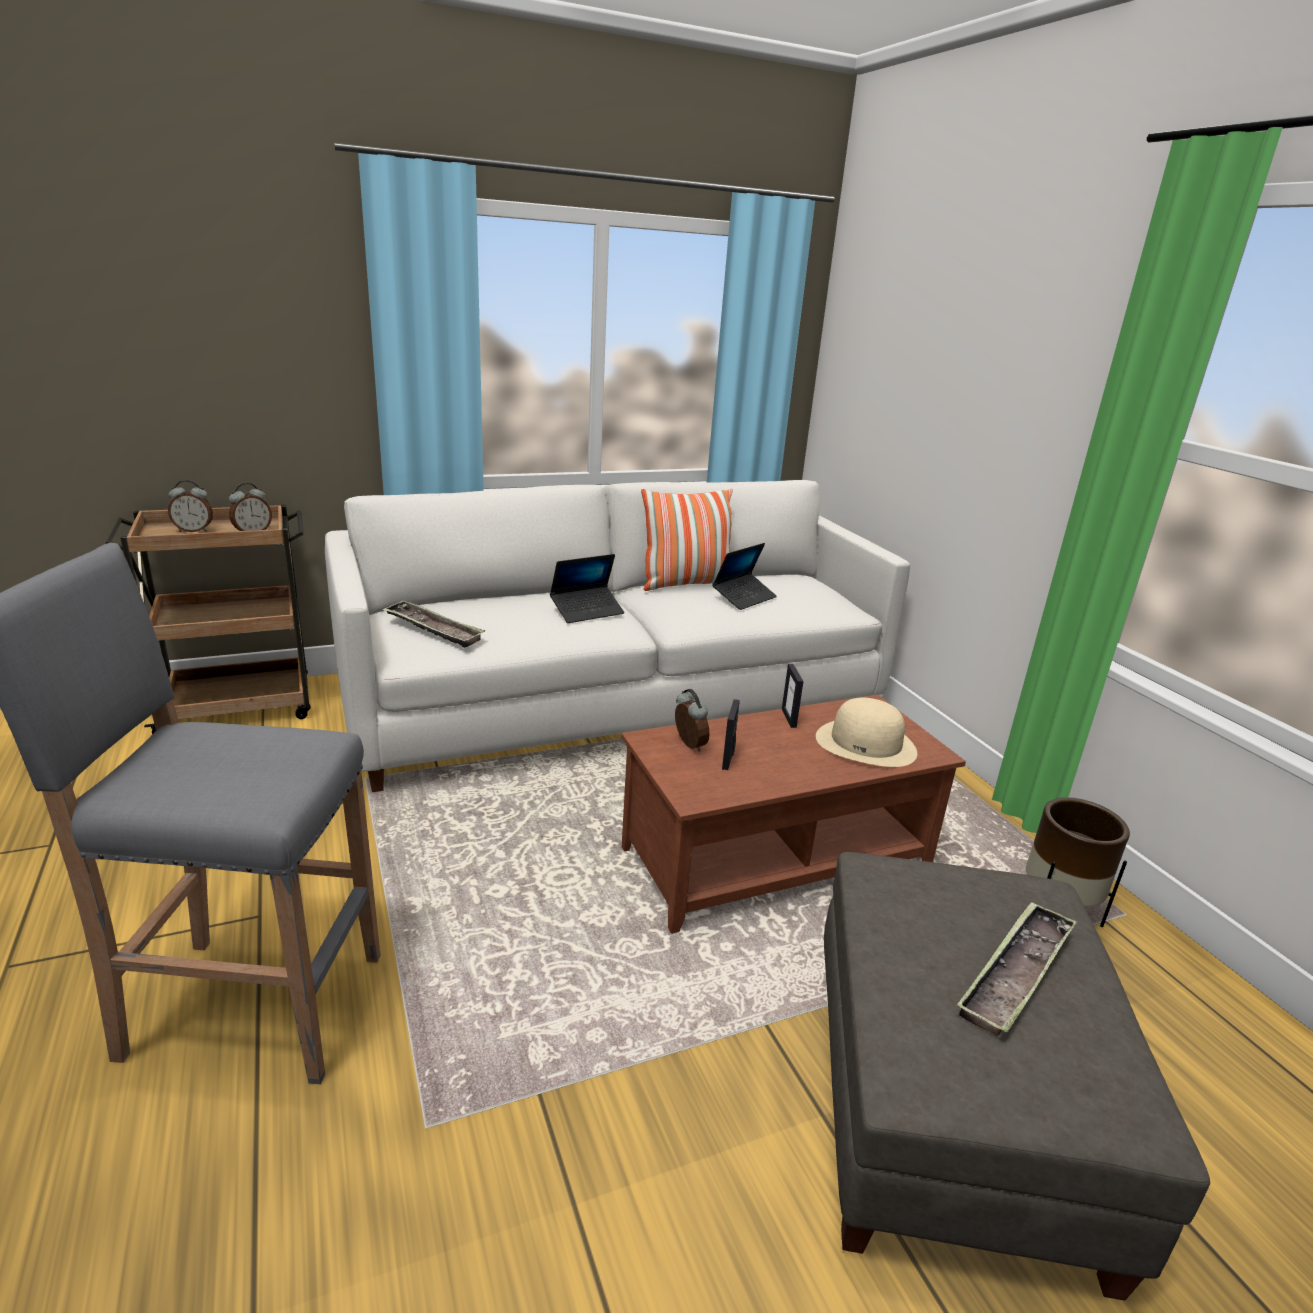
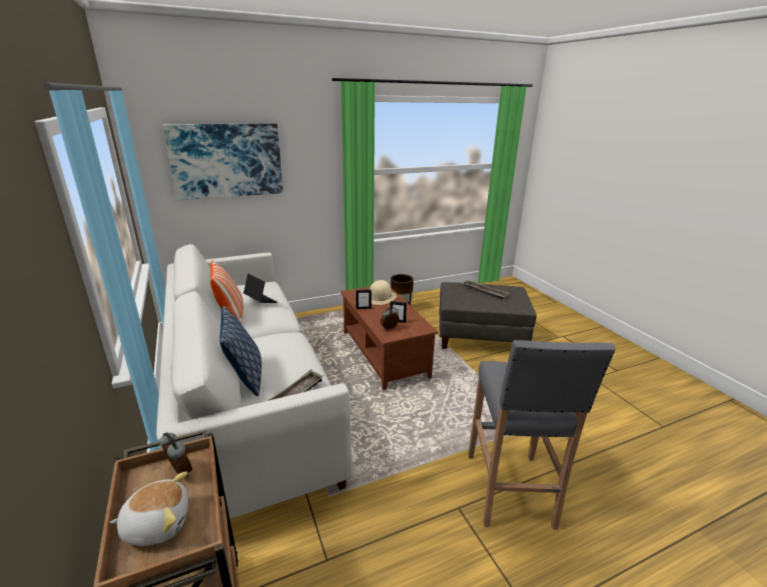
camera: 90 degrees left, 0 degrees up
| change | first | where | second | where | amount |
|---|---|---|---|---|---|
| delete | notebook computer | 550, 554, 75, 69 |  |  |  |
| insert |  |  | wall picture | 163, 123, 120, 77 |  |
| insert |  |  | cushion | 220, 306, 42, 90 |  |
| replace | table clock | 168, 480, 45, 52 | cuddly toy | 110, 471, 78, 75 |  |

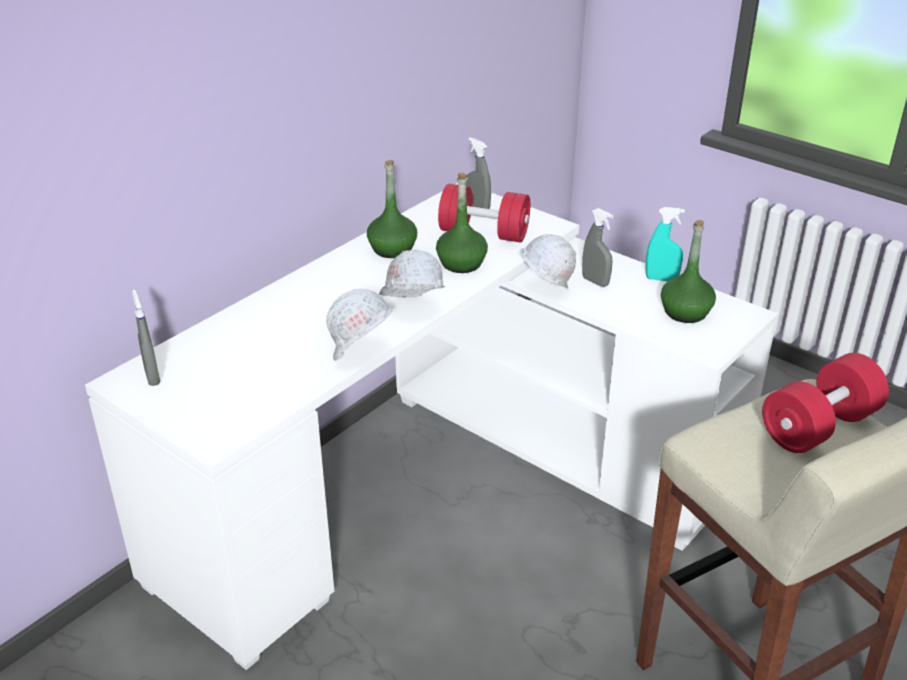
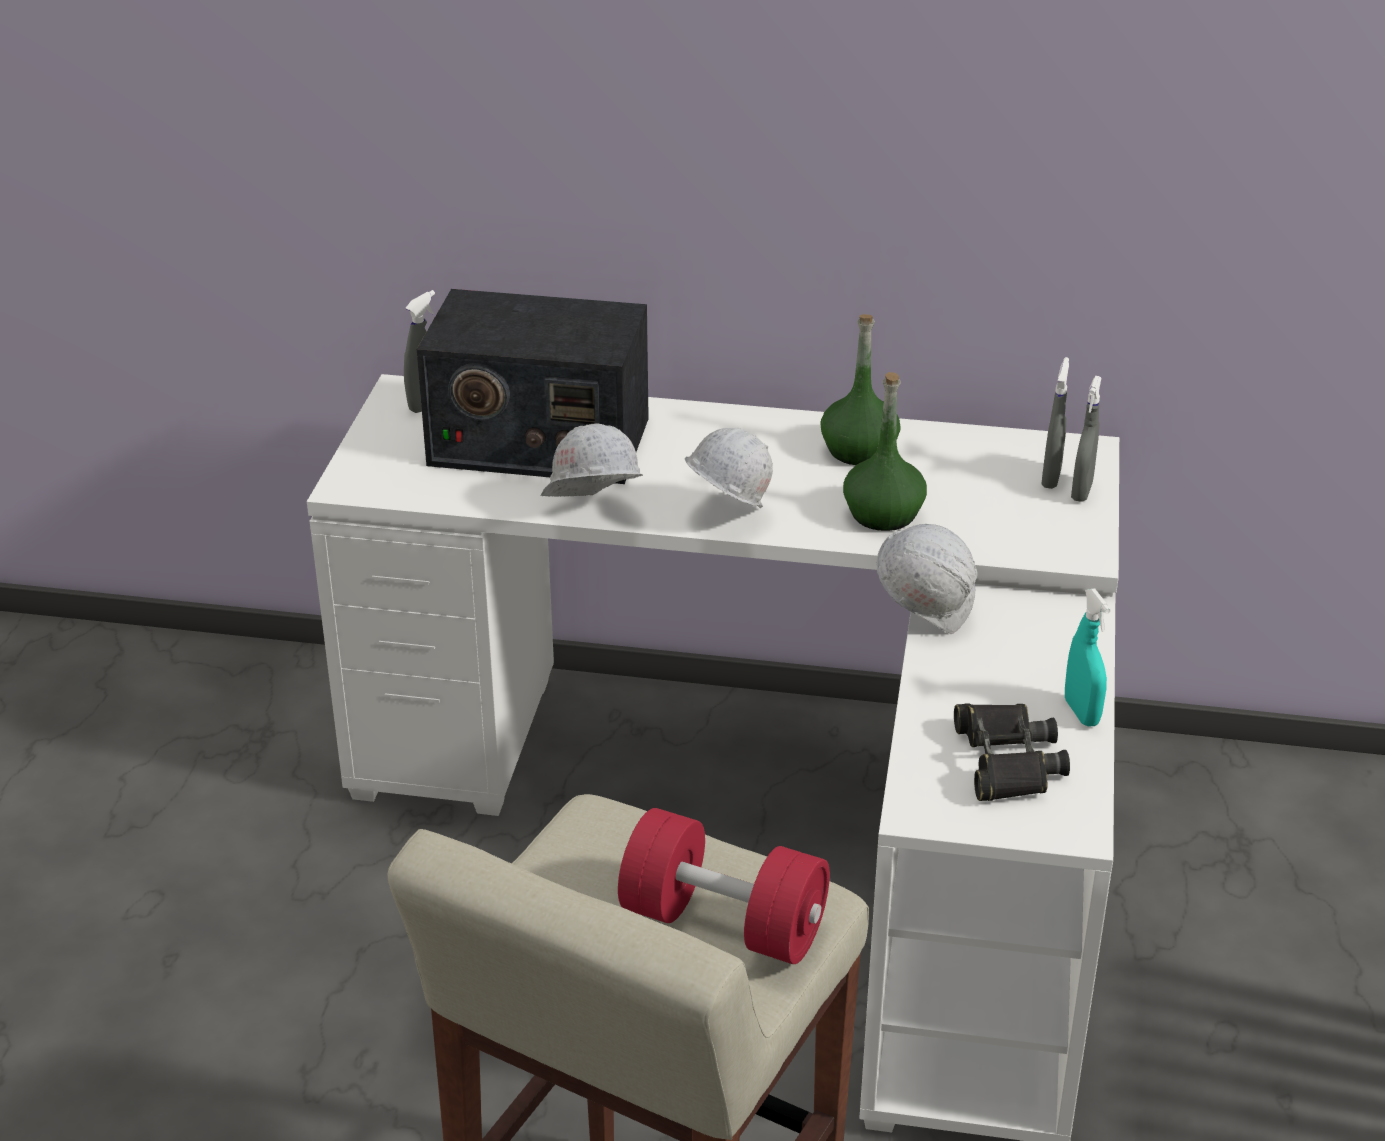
camera: 60 degrees right, 0 degrees up
| change | first | where | second | where | amount |
|---|---|---|---|---|---|
| delete | red-coloured free weight | 438, 184, 92, 59 |  |  |  |
| insert |  |  | radio receiver | 417, 289, 232, 195 |  |
| move | gray sprayer | 582, 208, 31, 79 |  | 1071, 376, 30, 126 |  |
| replace | greenish drink bottle | 661, 220, 55, 103 | black binoculars | 954, 703, 116, 98 |  |

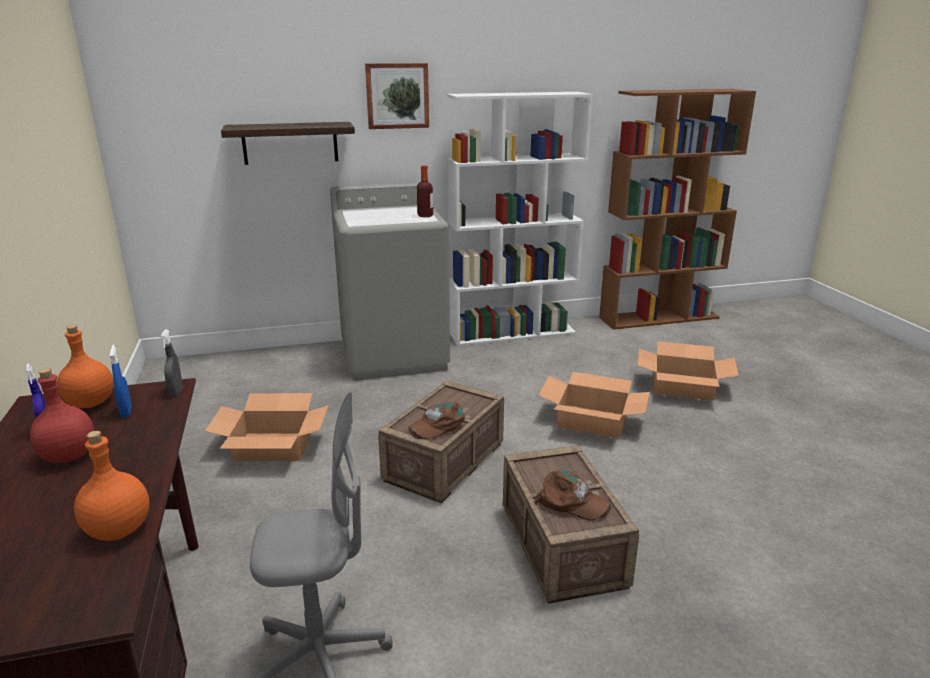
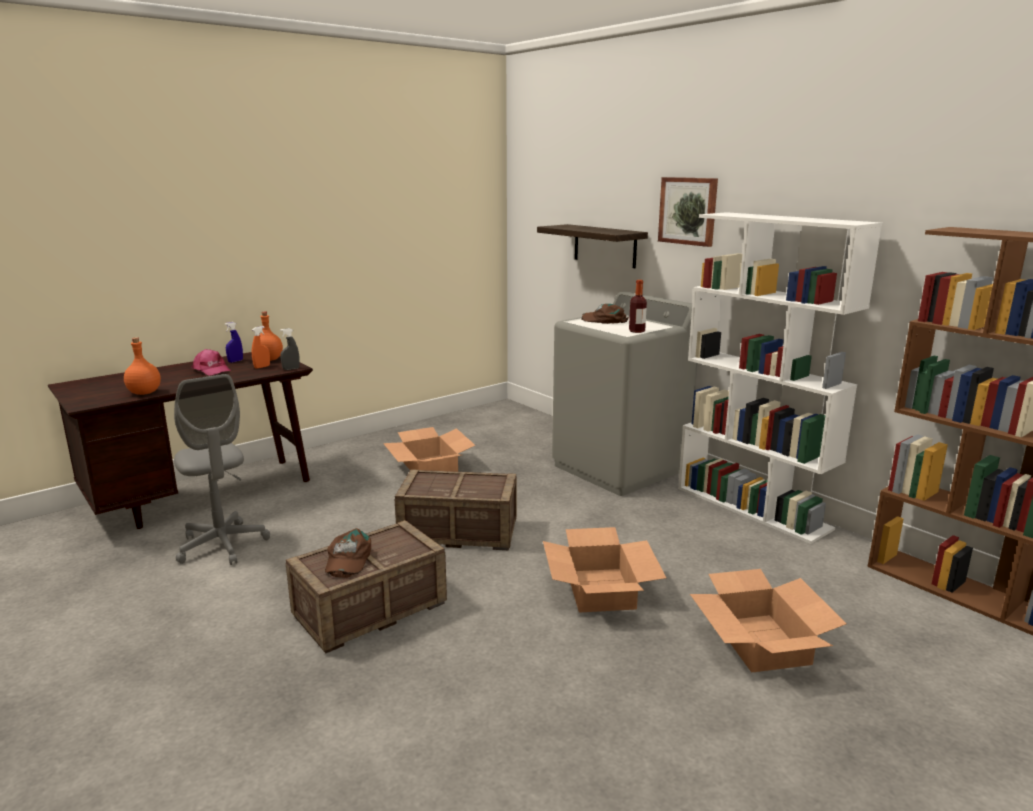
camera: 65 degrees right, 5 degrees down
| change | first | where | second | where | amount |
|---|---|---|---|---|---|
| move | brownish baseball cap | 408, 402, 57, 38 |  | 581, 304, 48, 20 |  |
| replace | red-coloured drink bottle | 30, 368, 64, 95 | pinkish baseball cap | 191, 349, 40, 27 |  |
| recolor | blue-coloured sprayer | 109, 344, 23, 74 | orange-coloured sprayer | 252, 326, 18, 43 |  |

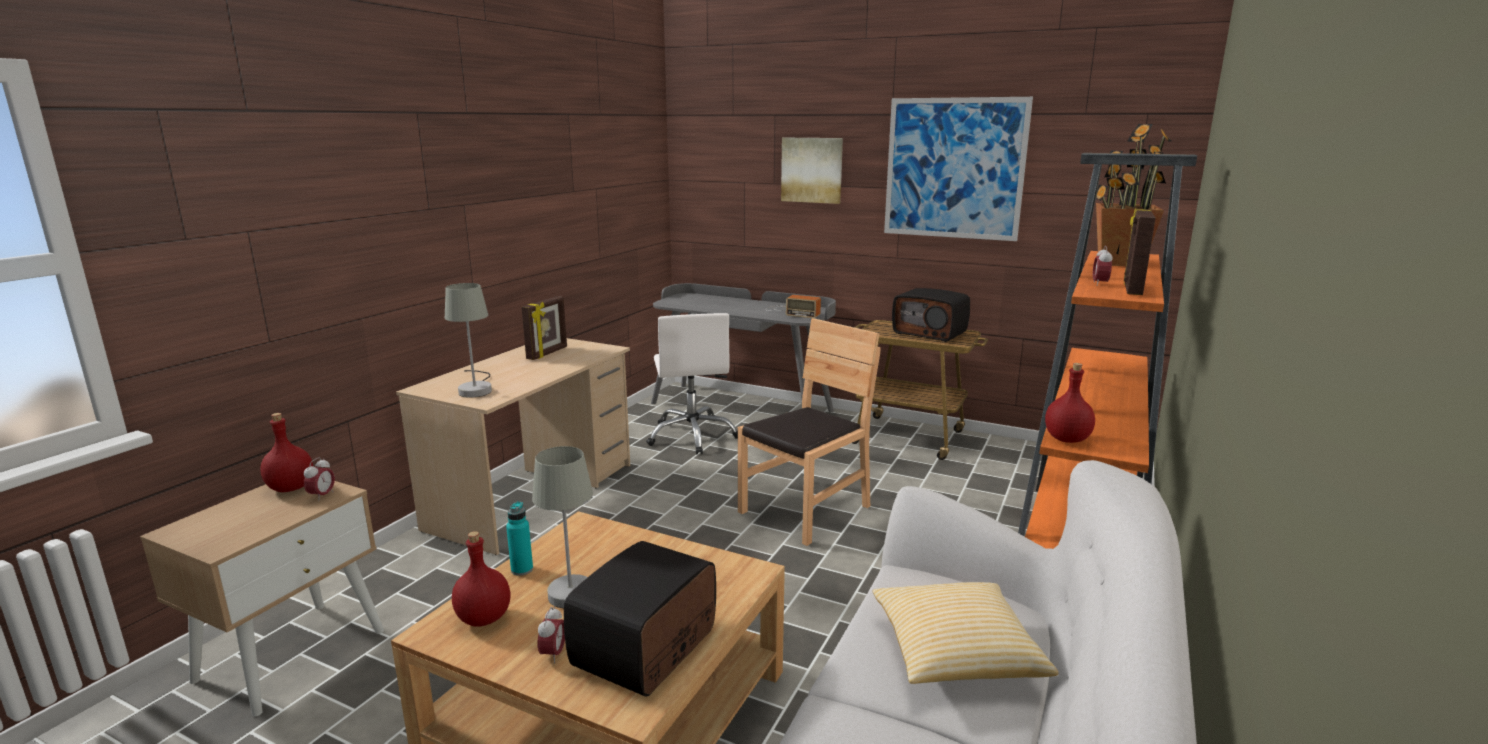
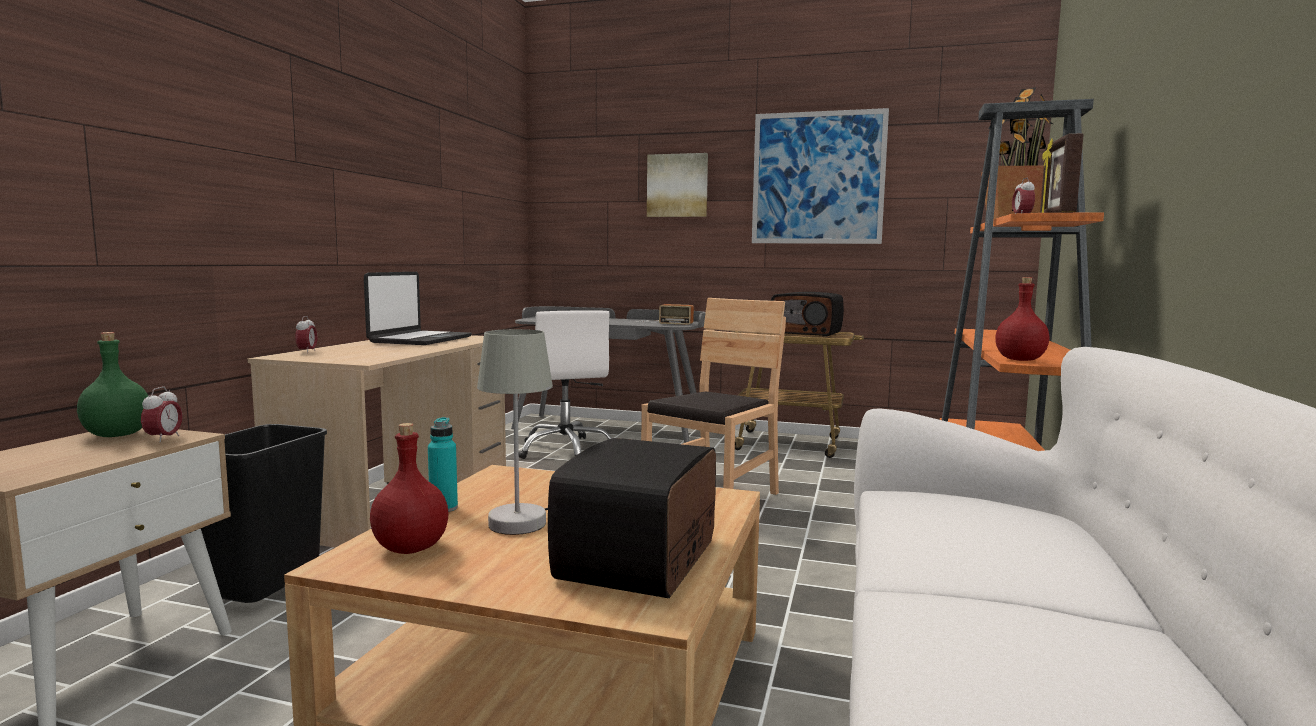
camera: 10 degrees left, 10 degrees down
| change | first | where | second | where | amount |
|---|---|---|---|---|---|
| delete | gray tabletop lamp | 445, 283, 47, 115 |  |  |  |
| delete | cushion | 872, 582, 186, 102 |  |  |  |
| insert |  |  | black waste bin | 201, 424, 126, 179 |  |
| move | table clock | 538, 607, 27, 57 |  | 295, 316, 22, 37 |  |
| replace | picture frame | 521, 296, 46, 64 | notebook computer | 364, 272, 108, 73 |  |
| recolor | red-coloured drink bottle | 260, 413, 53, 79 | greenish drink bottle | 77, 332, 71, 105 |  |

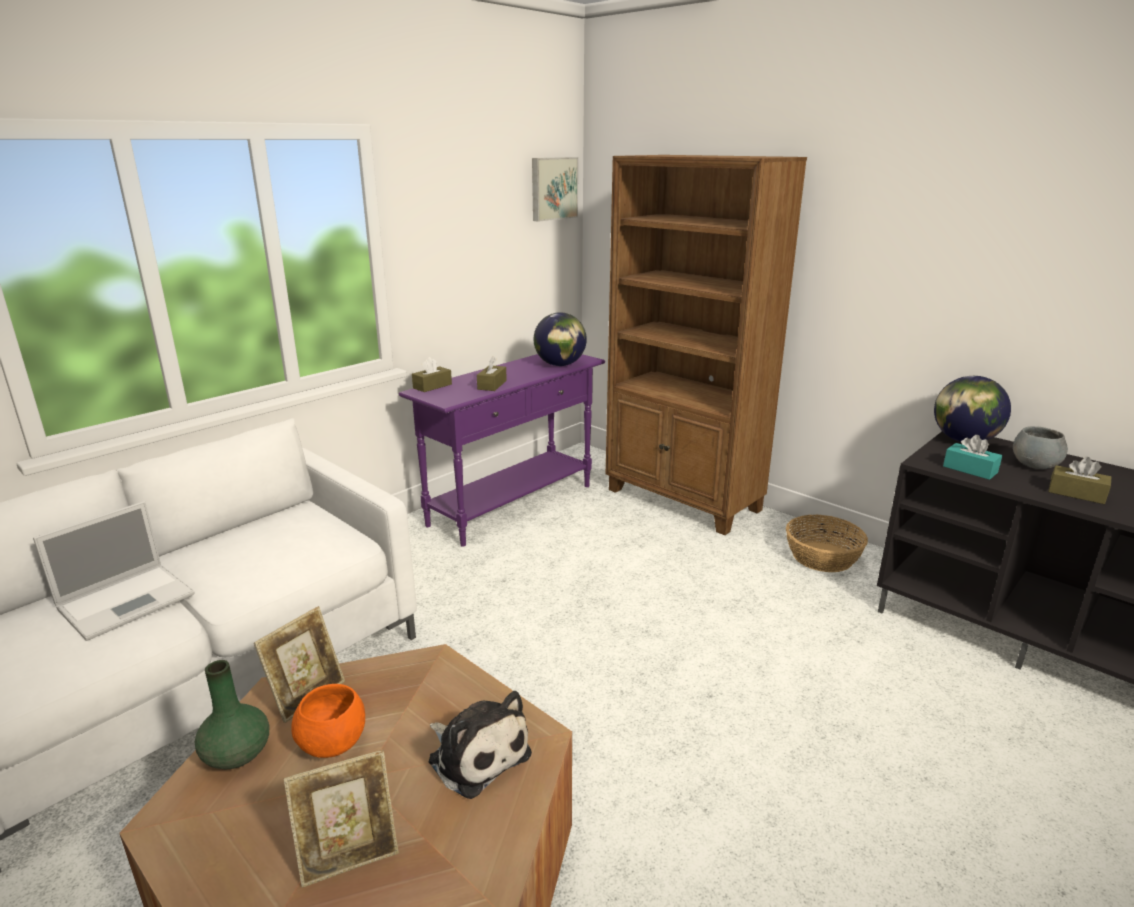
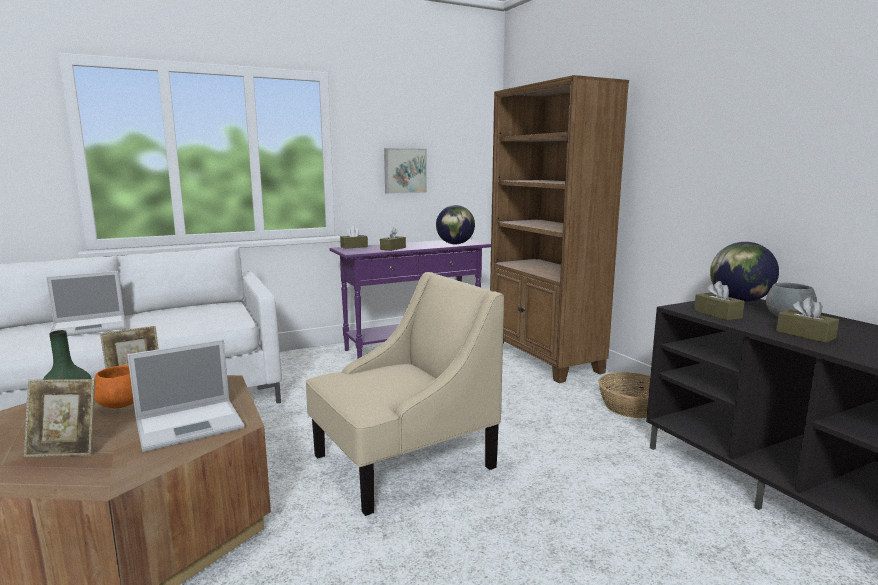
camera: 20 degrees right, 10 degrees down
| change | first | where | second | where | amount |
|---|---|---|---|---|---|
| insert |  |  | sand-coloured lounge chair | 306, 272, 198, 244 |  |
| move | wall picture | 532, 157, 46, 65 |  | 384, 148, 43, 46 |  |
| replace | cuddly toy | 429, 691, 103, 108 | notebook computer | 127, 339, 118, 113 |  |
| recolor | turquoise box of tissues | 943, 435, 59, 45 | brownish box of tissues | 694, 281, 51, 40 |  |

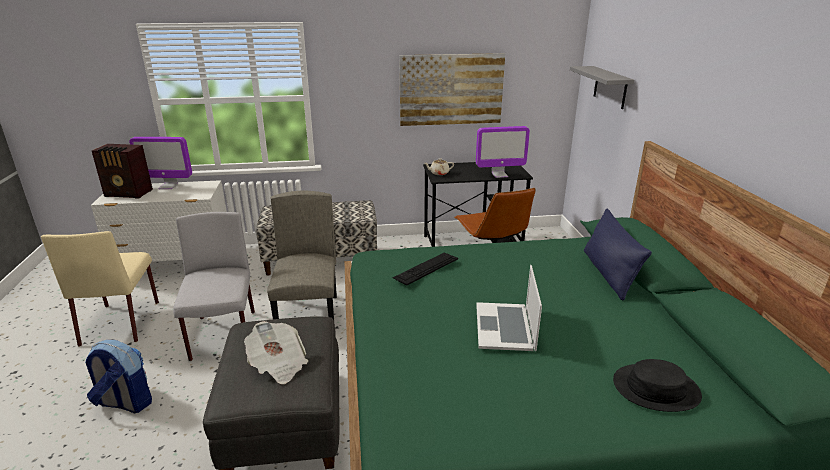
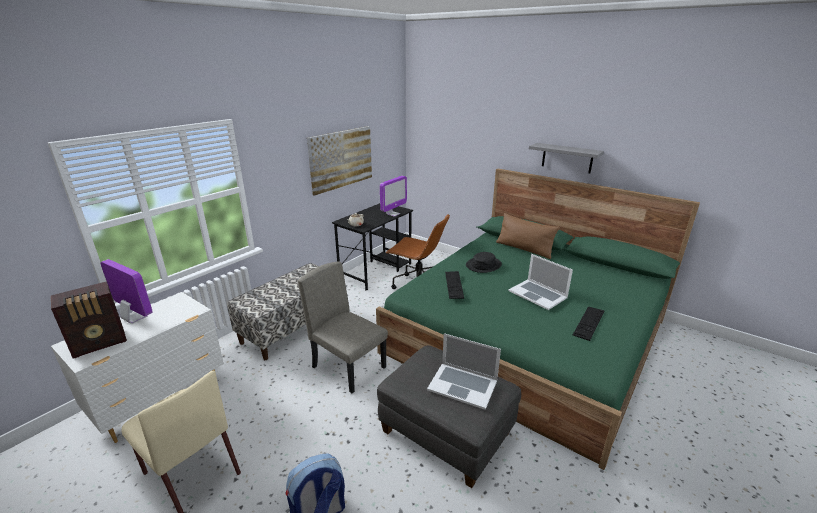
camera: 45 degrees left, 0 degrees up
| change | first | where | second | where | amount |
|---|---|---|---|---|---|
| delete | gray chair | 173, 212, 82, 149 |  |  |  |
| insert |  |  | keyboard | 573, 306, 32, 35 |  |
| move | gray wall shelf | 570, 66, 64, 43 |  | 529, 143, 75, 30 |  |
| move | black hat | 613, 359, 89, 53 |  | 466, 252, 36, 21 |  |
| replace | daily paper | 244, 321, 64, 63 | notebook computer | 427, 333, 74, 77 |  |
| recolor | blue-coloured cushion | 584, 208, 68, 93 | brownish cushion | 496, 213, 64, 46 |  |
| rotate | monitor | 129, 137, 63, 52 |  | 100, 259, 53, 65 | 105 degrees counterclockwise |

